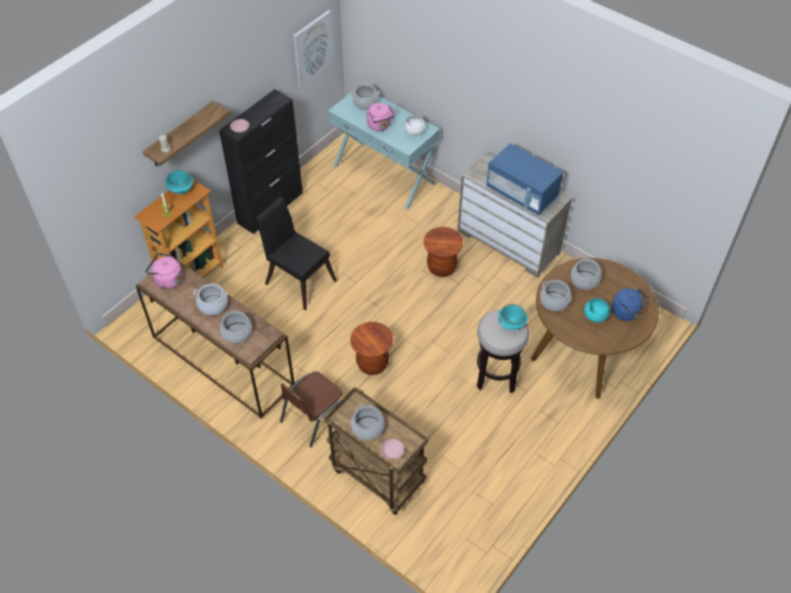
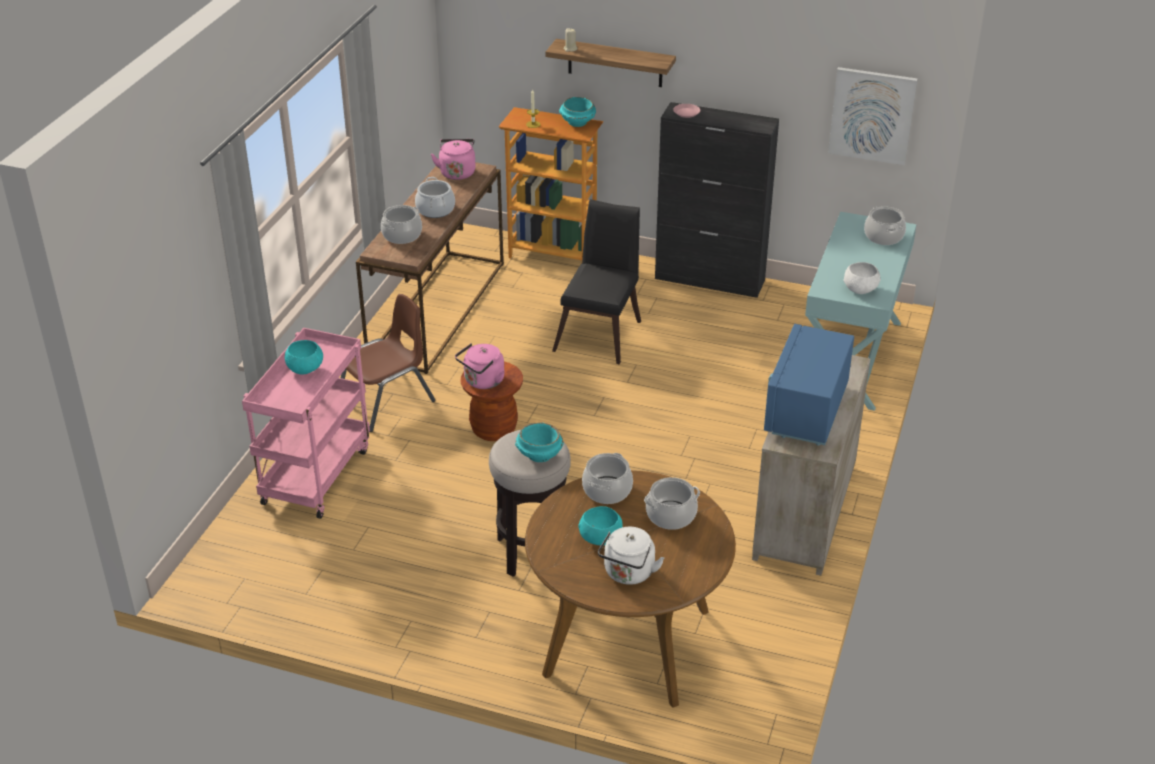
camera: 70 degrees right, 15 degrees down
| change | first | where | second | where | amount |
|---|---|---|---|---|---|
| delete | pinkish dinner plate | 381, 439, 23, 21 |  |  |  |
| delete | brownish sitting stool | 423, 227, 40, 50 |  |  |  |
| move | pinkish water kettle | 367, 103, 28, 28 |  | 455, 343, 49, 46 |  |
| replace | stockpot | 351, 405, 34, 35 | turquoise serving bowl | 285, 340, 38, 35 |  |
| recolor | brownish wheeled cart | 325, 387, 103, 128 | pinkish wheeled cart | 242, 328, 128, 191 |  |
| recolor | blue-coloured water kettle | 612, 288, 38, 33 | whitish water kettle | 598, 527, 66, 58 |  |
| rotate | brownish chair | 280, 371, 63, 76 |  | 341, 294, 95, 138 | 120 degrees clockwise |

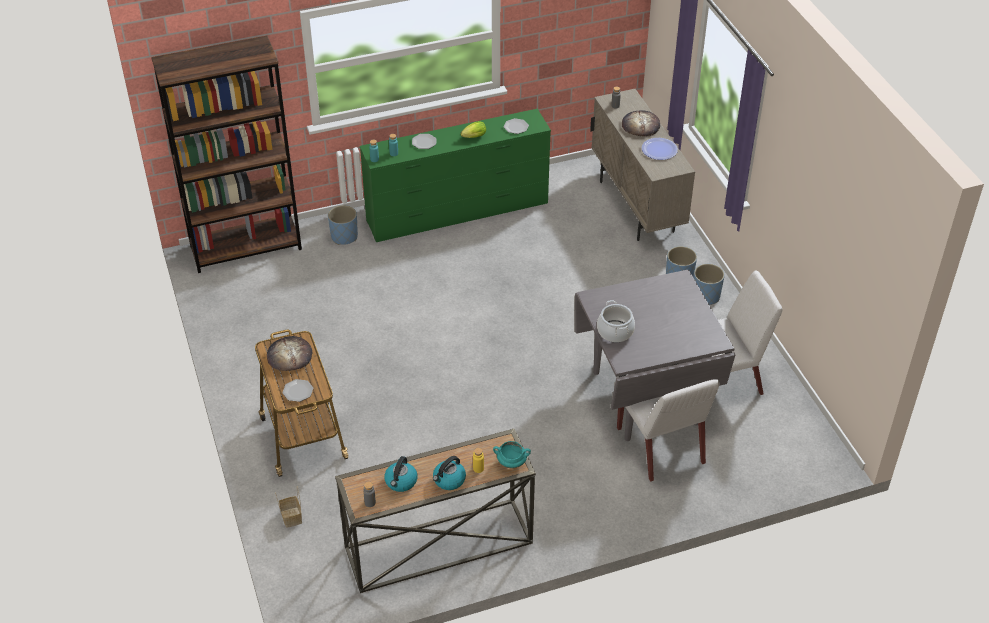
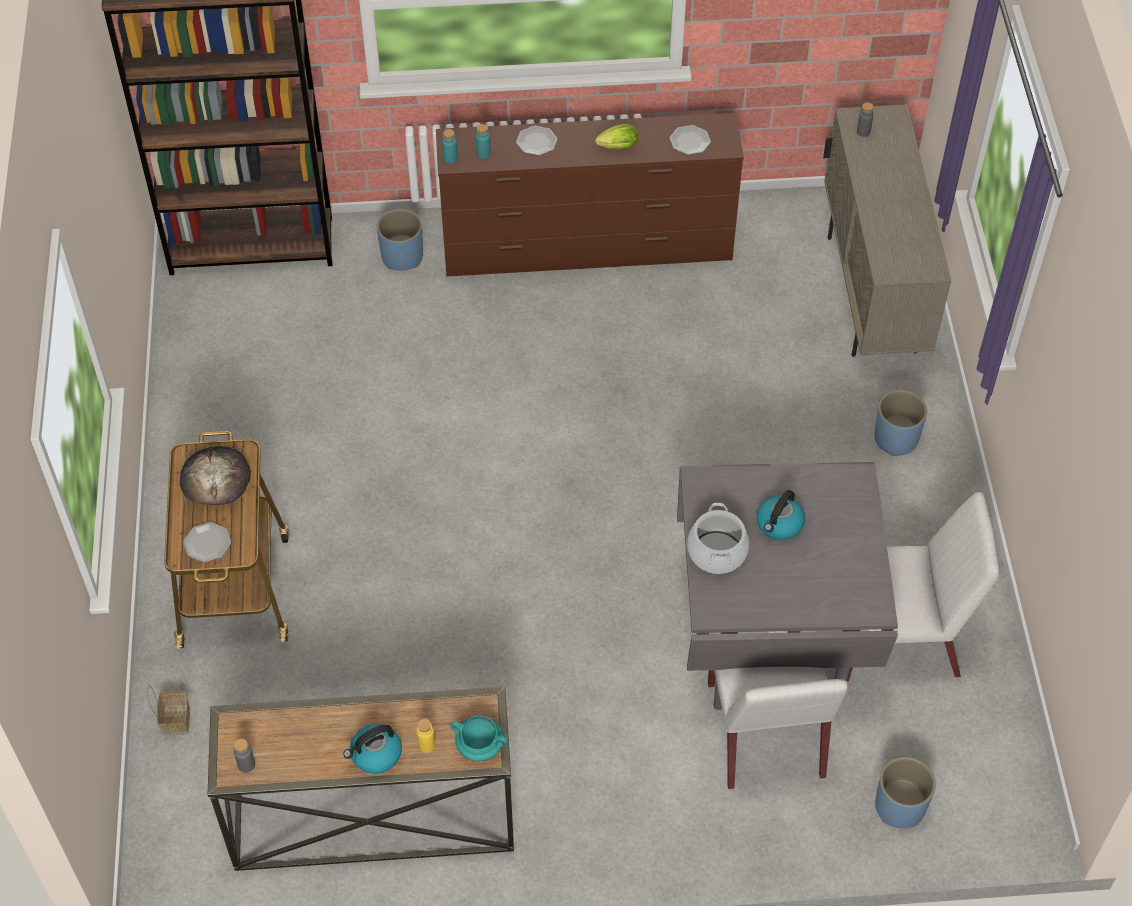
camera: 15 degrees right, 10 degrees up
| change | first | where | second | where | amount |
|---|---|---|---|---|---|
| delete | bakery bread | 622, 111, 38, 25 |  |  |  |
| delete | dinner plate | 642, 138, 36, 22 |  |  |  |
| move | water kettle | 384, 456, 33, 36 |  | 756, 490, 49, 50 |  |
| move | blue-coloured planter | 694, 264, 31, 41 |  | 875, 757, 61, 72 |  |
| recolor | greenish chest of drawers | 360, 109, 191, 133 | brownish chest of drawers | 436, 113, 308, 164 |  |

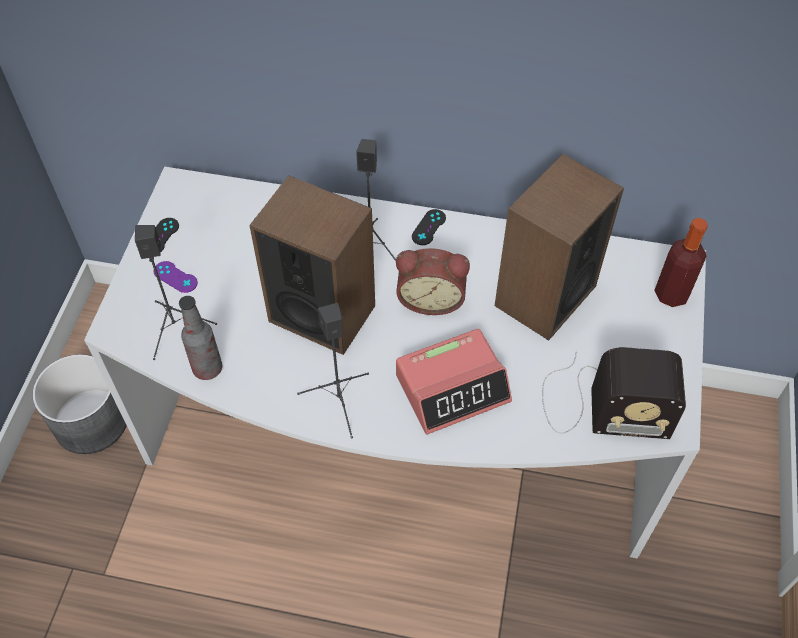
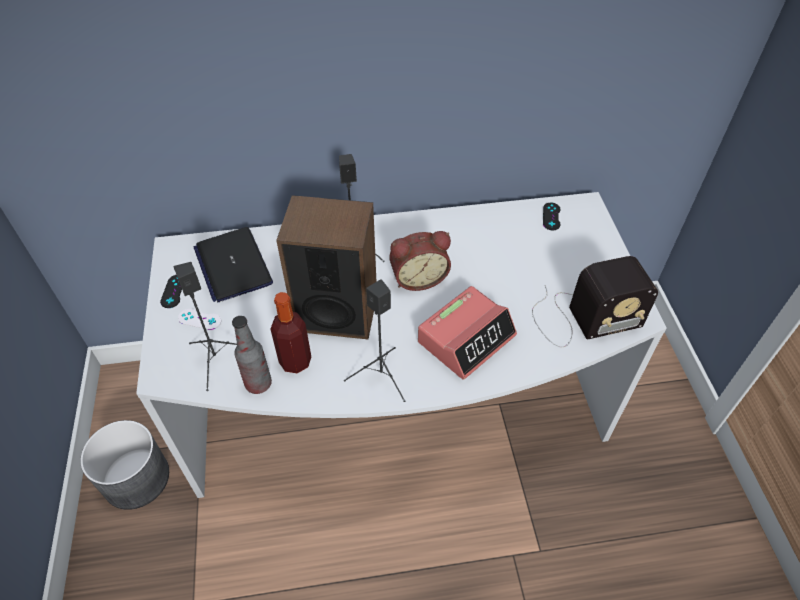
camera: 20 degrees left, 5 degrees down
| change | first | where | second | where | amount |
|---|---|---|---|---|---|
| delete | loudspeaker | 495, 154, 129, 187 |  |  |  |
| insert |  |  | notebook computer | 193, 227, 80, 75 |  |
| move | black game controller | 412, 209, 34, 36 |  | 543, 203, 18, 27 |  |
| move | drink bottle | 654, 218, 54, 89 |  | 270, 292, 41, 81 |  |
| recolor | purple-coloured game controller | 154, 261, 44, 32 | whitish game controller | 178, 309, 43, 21 |  |

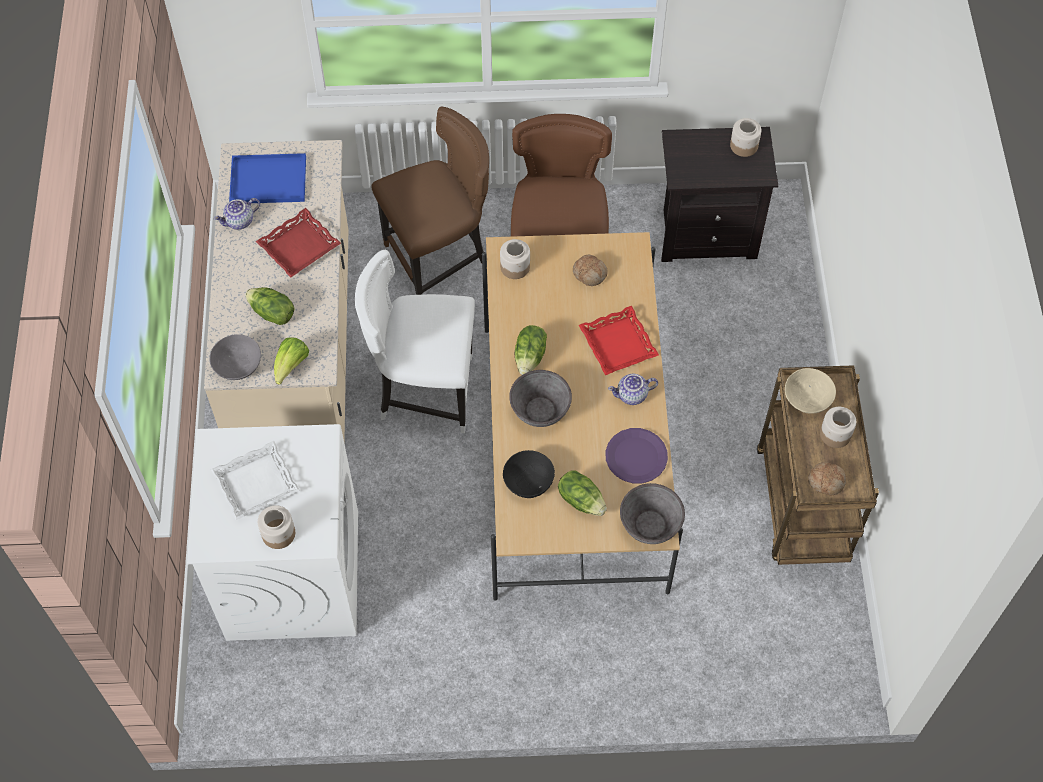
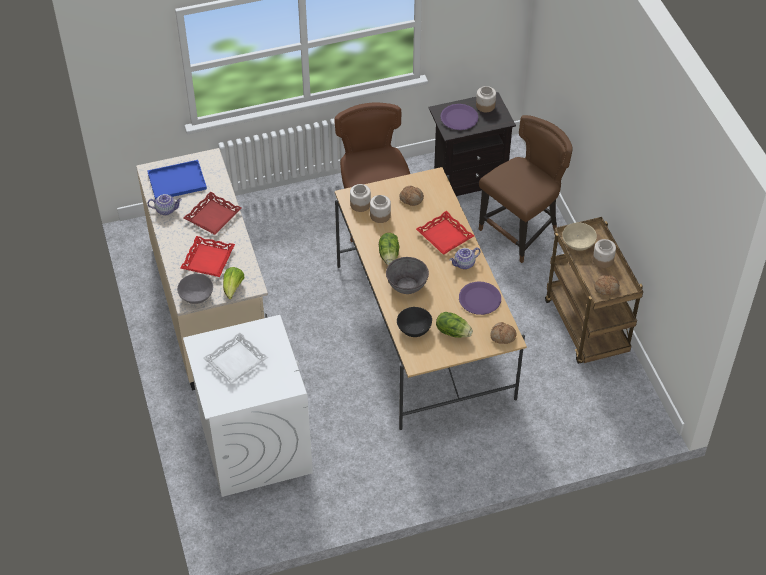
camera: 15 degrees left, 10 degrees down
| change | first | where | second | where | amount |
|---|---|---|---|---|---|
| delete | whitish chair | 355, 250, 120, 183 |  |  |  |
| insert |  |  | purple-coloured dinner plate | 440, 104, 38, 26 |  |
| move | preserve jar | 258, 505, 37, 44 |  | 370, 195, 21, 28 |  |
| move | brownish chair | 371, 107, 118, 188 |  | 479, 115, 93, 148 |  |
| replace | head of lettuce | 245, 287, 49, 38 | red-coloured carrying tray | 180, 236, 55, 41 |  |
| replace | gray serving bowl | 620, 483, 65, 61 | bakery bread | 490, 322, 27, 22 |  |
| rotate | tea pot | 214, 198, 46, 32 |  | 147, 194, 35, 21 | 135 degrees counterclockwise |

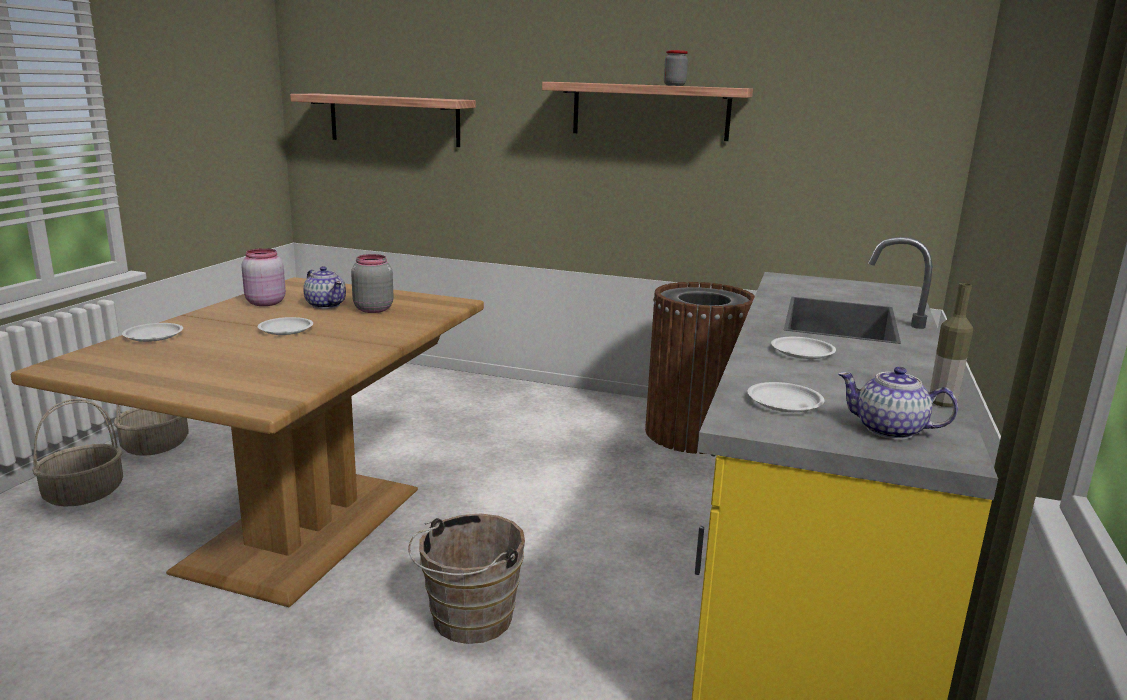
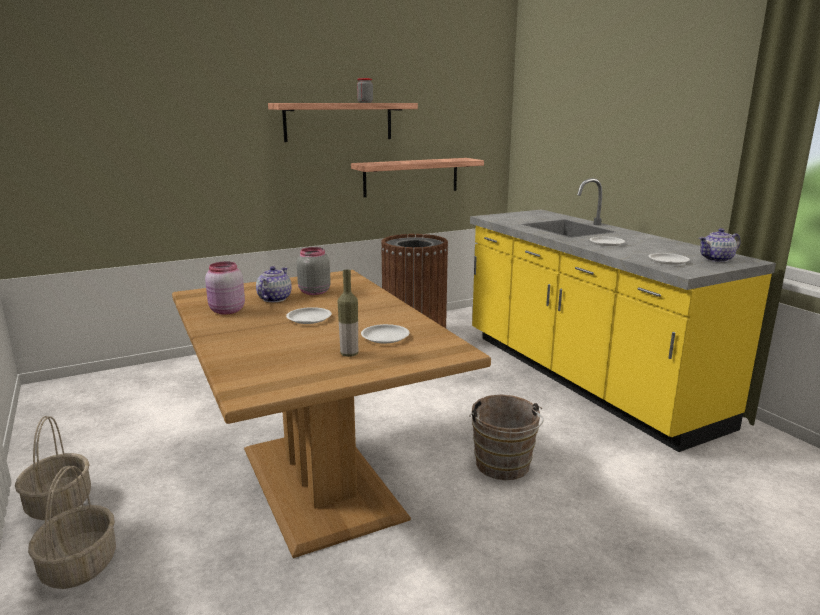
camera: 45 degrees left, 0 degrees up
| change | first | where | second | where | amount |
|---|---|---|---|---|---|
| move | whitish dinner plate | 122, 323, 61, 19 |  | 361, 324, 49, 19 |  |
| move | wall shelf | 290, 94, 186, 53 |  | 351, 158, 133, 39 |  |
| move | drink bottle | 930, 283, 43, 124 |  | 338, 269, 20, 88 |  |
| rotate | tea pot | 303, 266, 43, 43 |  | 256, 266, 36, 36 | 75 degrees counterclockwise |

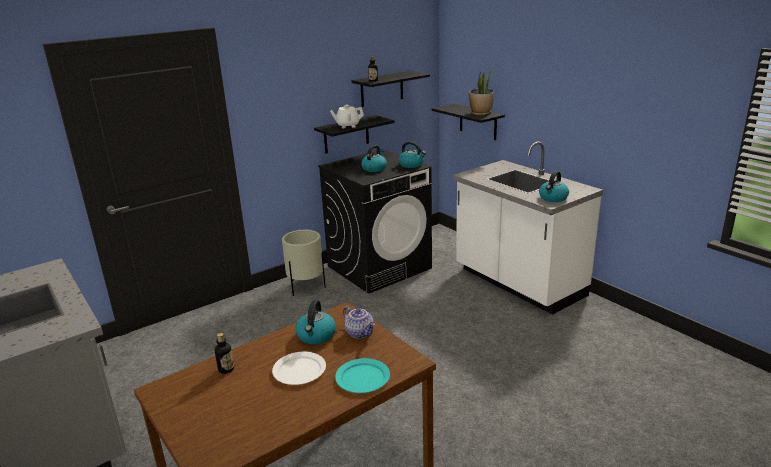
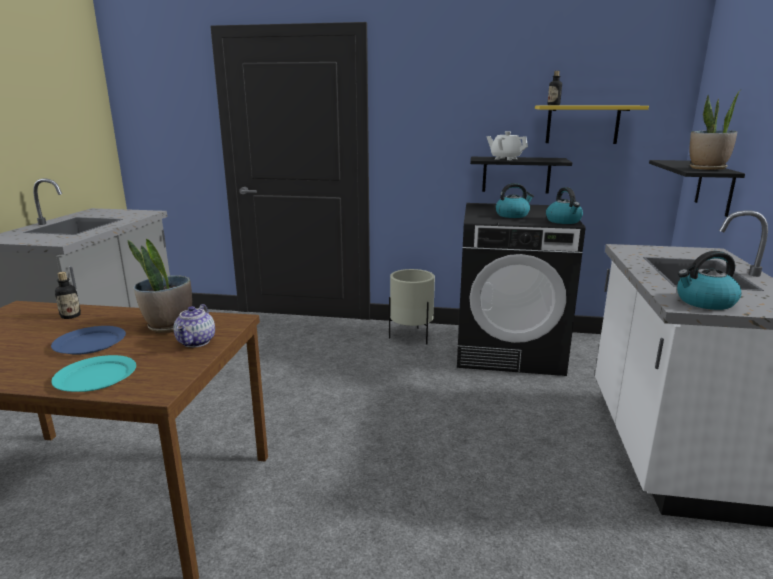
camera: 45 degrees right, 5 degrees down
| change | first | where | second | where | amount |
|---|---|---|---|---|---|
| replace | water kettle | 295, 300, 41, 44 | potted plant | 128, 239, 64, 94 |  |
| recolor | whitish dinner plate | 272, 352, 54, 33 | blue-coloured dinner plate | 51, 326, 75, 29 |  |
| recolor | black wall shelf | 352, 71, 78, 36 | yellow wall shelf | 535, 105, 114, 39 |  |

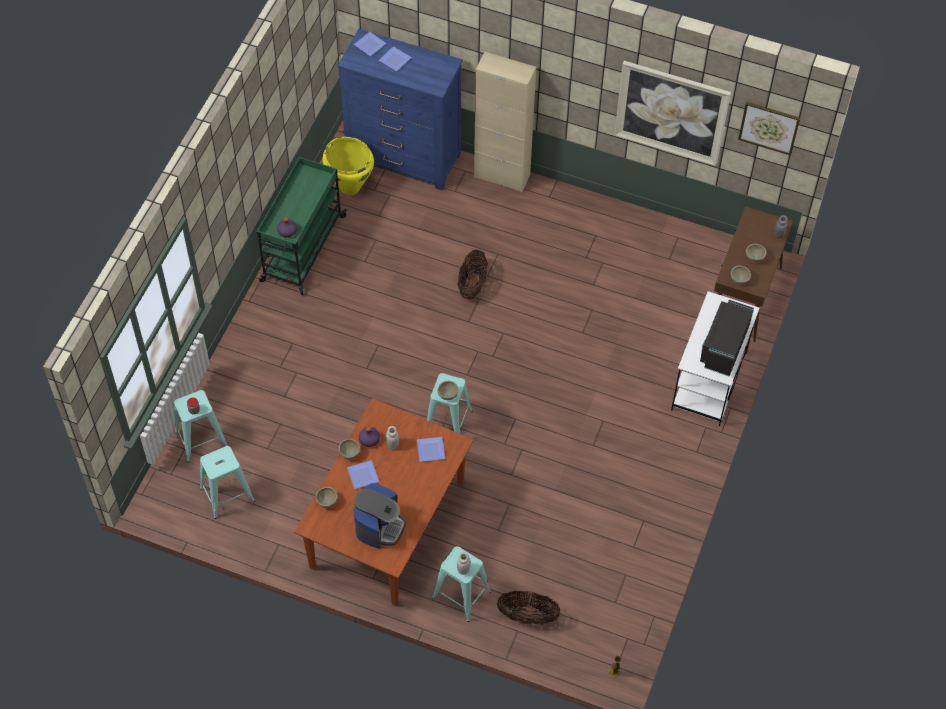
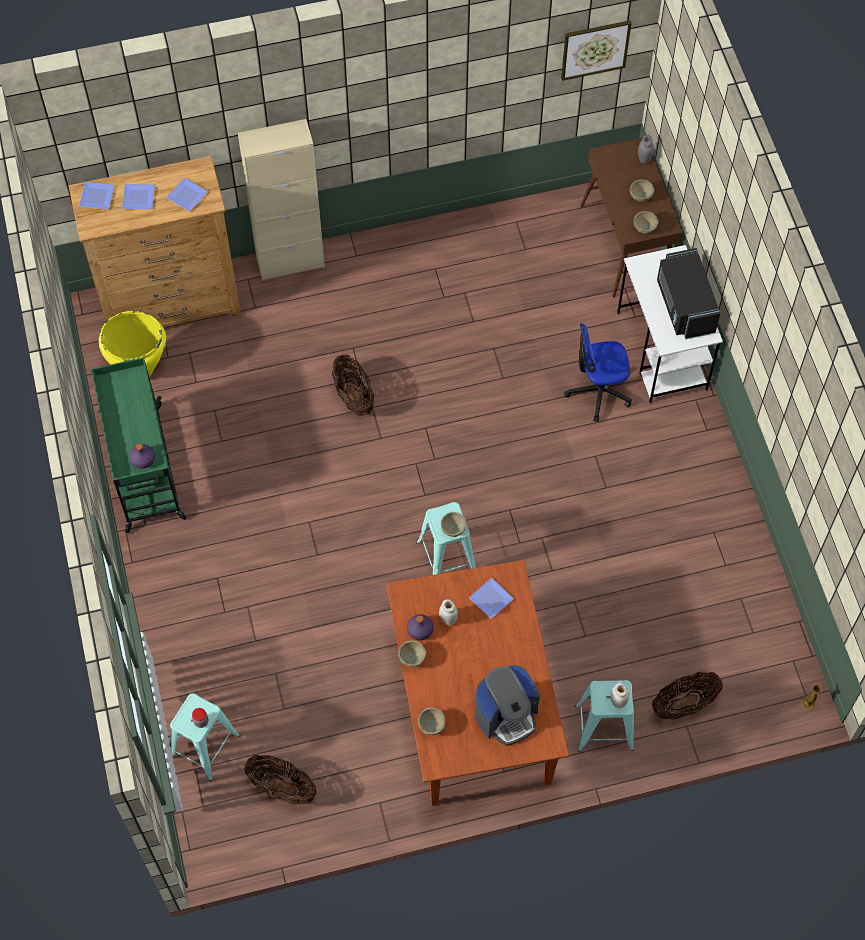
camera: 35 degrees left, 5 degrees up
| change | first | where | second | where | amount |
|---|---|---|---|---|---|
| delete | wall picture | 614, 61, 117, 105 |  |  |  |
| insert |  |  | computer chair | 564, 323, 68, 99 |  |
| move | dinner plate | 347, 460, 32, 29 |  | 166, 178, 42, 34 |  |
| replace | turquoise sitting stool | 200, 446, 55, 73 | storage basket | 244, 755, 73, 49 |  |
| recolor | blue-coloured chest of drawers | 338, 29, 125, 161 | brownish chest of drawers | 68, 156, 173, 172 |  |
| rotate | coffee maker | 353, 483, 53, 66 |  | 475, 665, 65, 81 | 75 degrees clockwise |

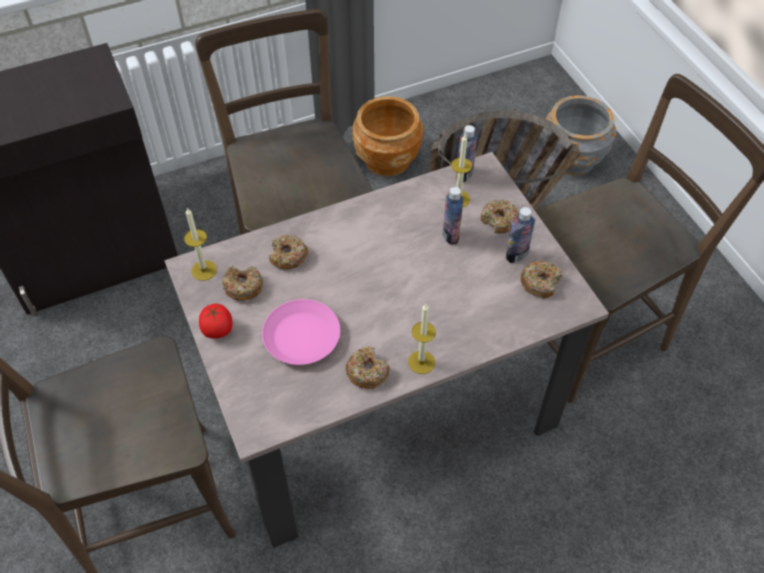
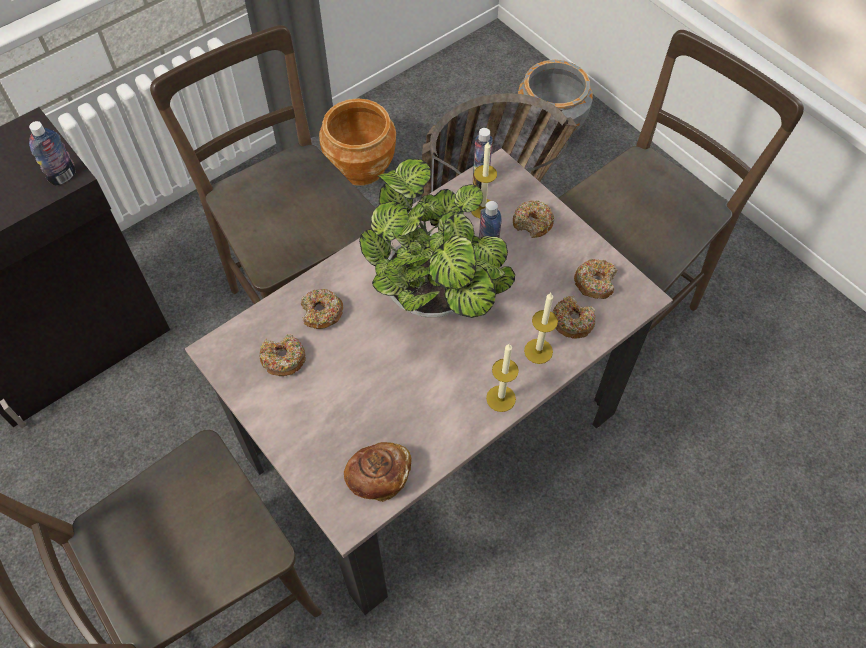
camera: 15 degrees left, 5 degrees up
| change | first | where | second | where | amount |
|---|---|---|---|---|---|
| delete | whole tomato | 199, 304, 34, 35 |  |  |  |
| delete | pinkish dinner plate | 262, 299, 78, 66 |  |  |  |
| insert |  |  | bakery bread | 344, 442, 68, 60 |  |
| insert |  |  | potted plant | 359, 159, 156, 159 |  |
| move | candle | 184, 208, 33, 73 |  | 524, 293, 34, 71 |  |
| move | ring doughnut | 346, 346, 43, 43 |  | 552, 296, 44, 43 |  |
| move | drink bottle | 505, 207, 30, 56 |  | 29, 121, 47, 65 |  |

